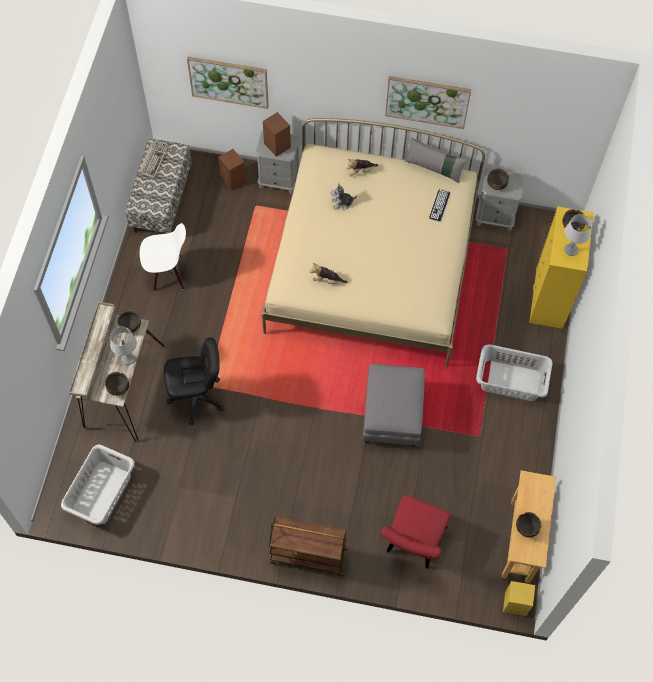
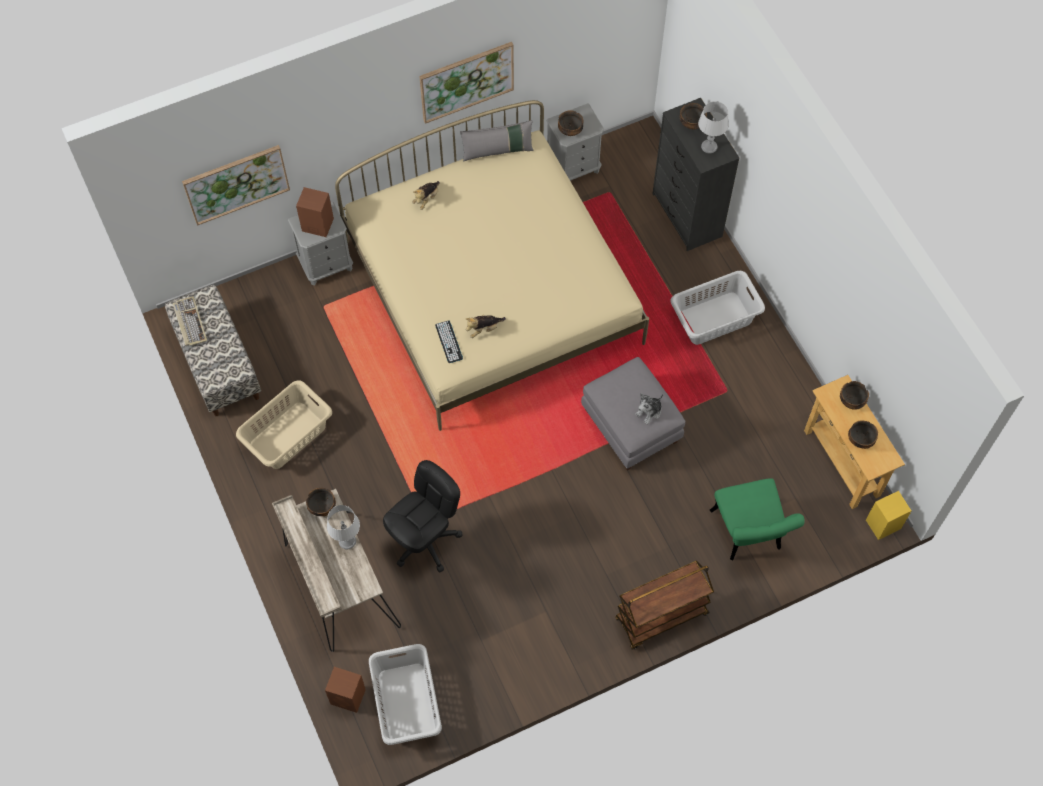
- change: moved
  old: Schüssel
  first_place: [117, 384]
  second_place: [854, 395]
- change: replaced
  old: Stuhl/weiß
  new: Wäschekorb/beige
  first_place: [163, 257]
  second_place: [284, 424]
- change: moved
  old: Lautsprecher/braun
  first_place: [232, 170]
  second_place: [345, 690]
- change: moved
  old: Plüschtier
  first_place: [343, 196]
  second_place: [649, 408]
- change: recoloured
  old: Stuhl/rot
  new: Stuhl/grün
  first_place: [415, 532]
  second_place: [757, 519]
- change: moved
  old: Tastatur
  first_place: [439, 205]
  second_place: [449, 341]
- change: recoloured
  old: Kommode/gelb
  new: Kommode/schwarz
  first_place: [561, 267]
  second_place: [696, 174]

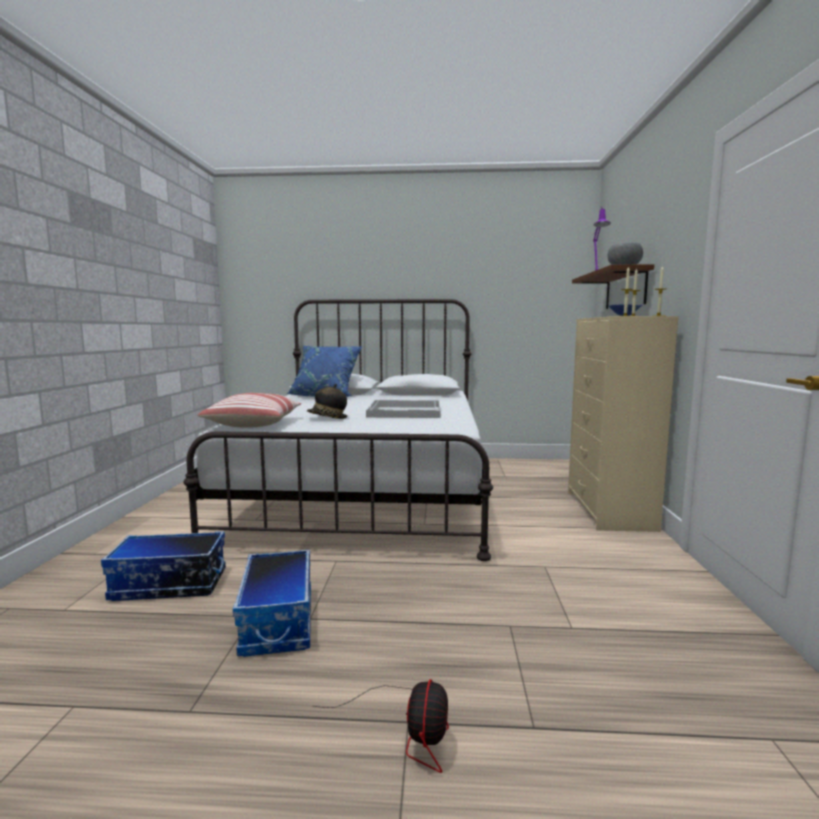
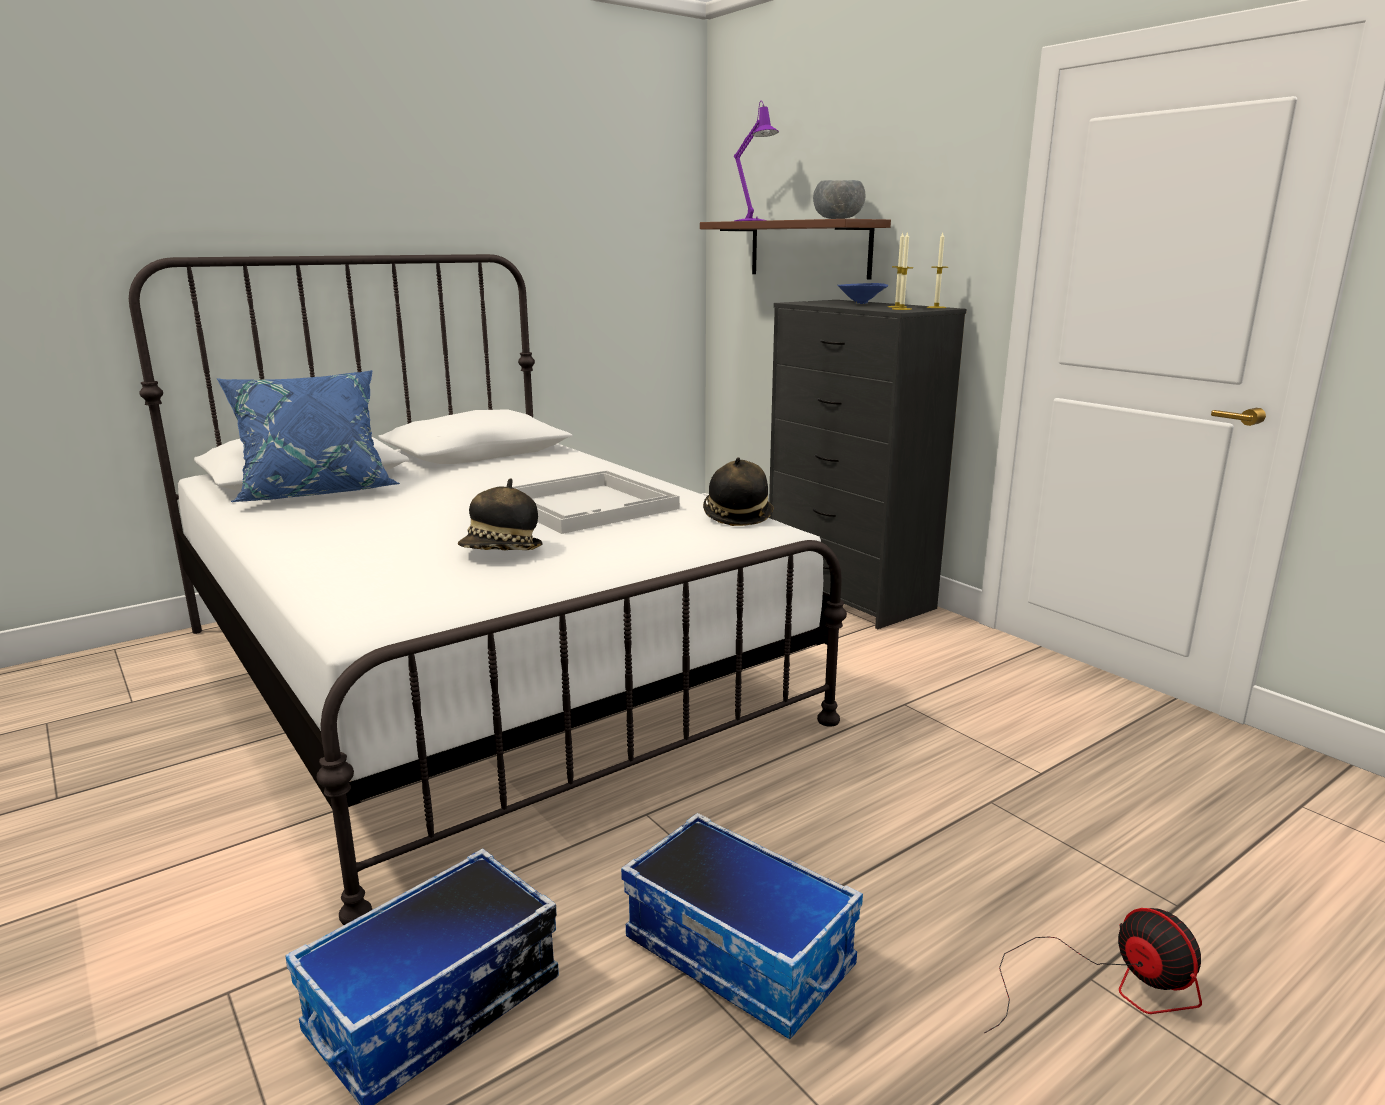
- change: removed
  old: Kissen
  first_place: [249, 410]
- change: recoloured
  old: Kommode/beige
  new: Kommode/schwarz
  first_place: [623, 424]
  second_place: [868, 464]
- change: added
  new: Hut
  second_place: [738, 491]

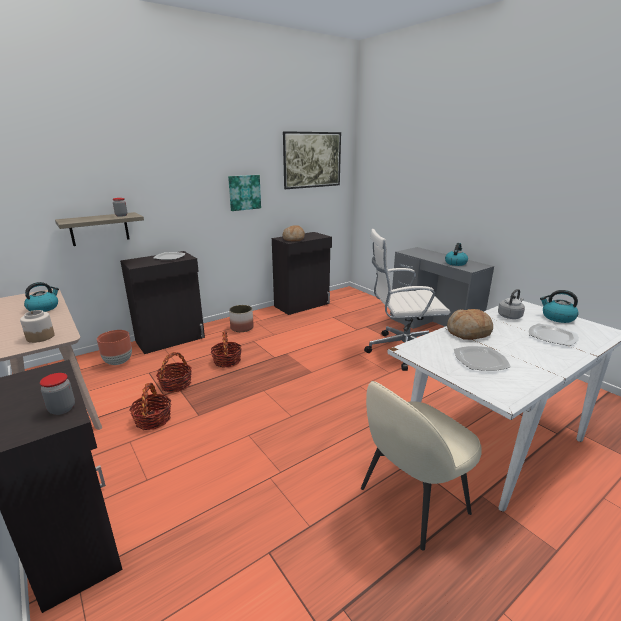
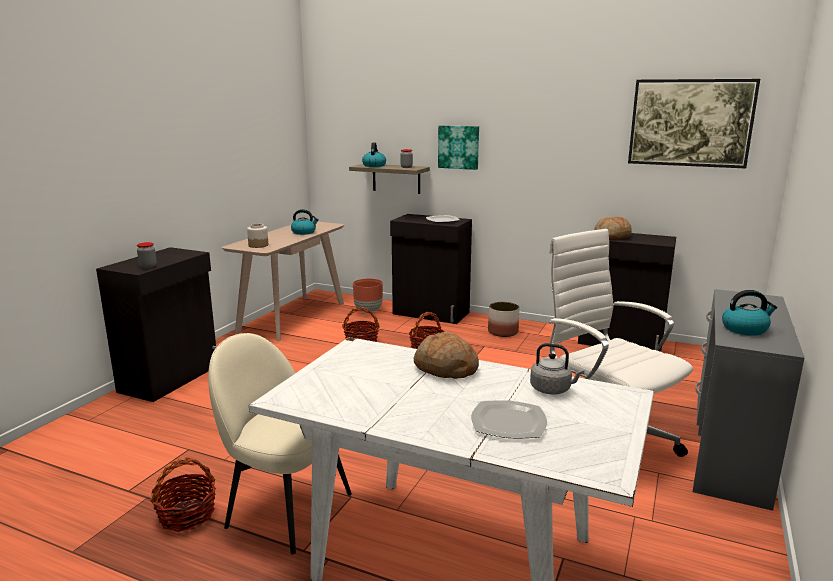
- change: moved
  old: Korb
  first_place: [150, 406]
  second_place: [183, 495]
- change: moved
  old: Bild
  first_place: [244, 193]
  second_place: [458, 147]
- change: removed
  old: Teller
  first_place: [482, 358]
- change: moved
  old: Wasserkessel
  first_place: [559, 306]
  second_place: [374, 154]

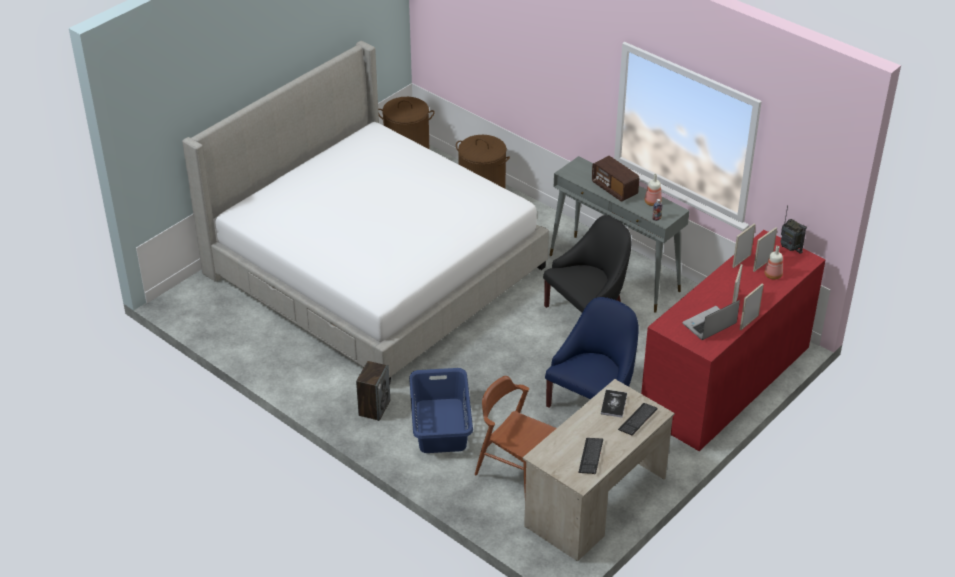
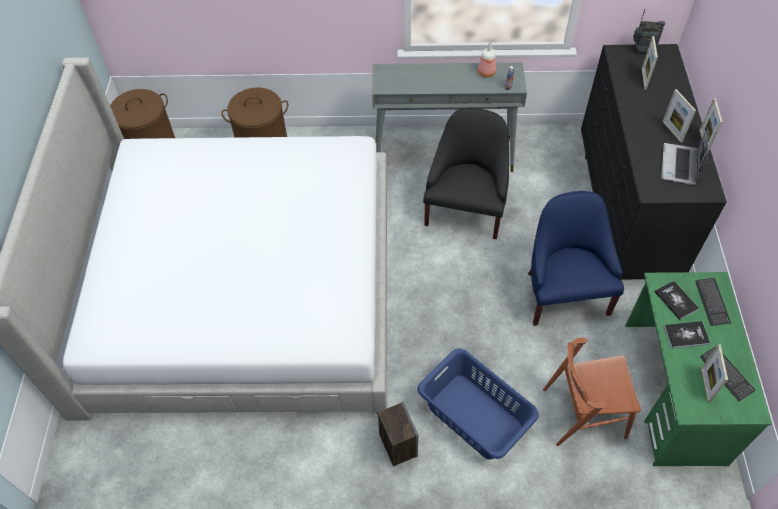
- change: recoloured
  old: Schreibtisch/beige
  new: Schreibtisch/grün
  first_place: [599, 470]
  second_place: [698, 369]
- change: removed
  old: Radio
  first_place: [616, 178]
- change: recoloured
  old: Kommode/rot
  new: Kommode/schwarz
  first_place: [733, 340]
  second_place: [654, 161]
- change: moved
  old: Bilderrahmen
  first_place: [744, 245]
  second_place: [714, 373]
- change: removed
  old: Flasche
  first_place: [774, 263]
- change: added
  new: Buch
  second_place: [687, 334]

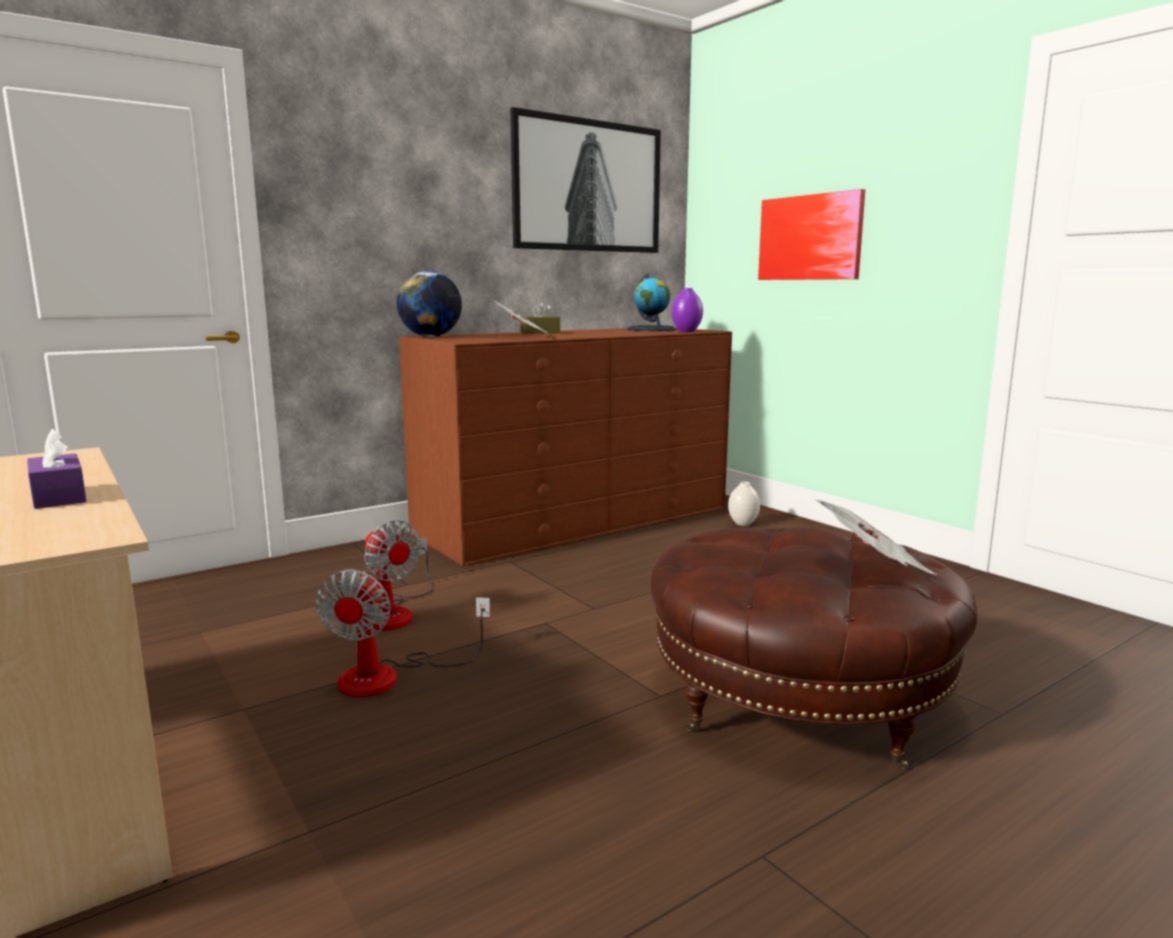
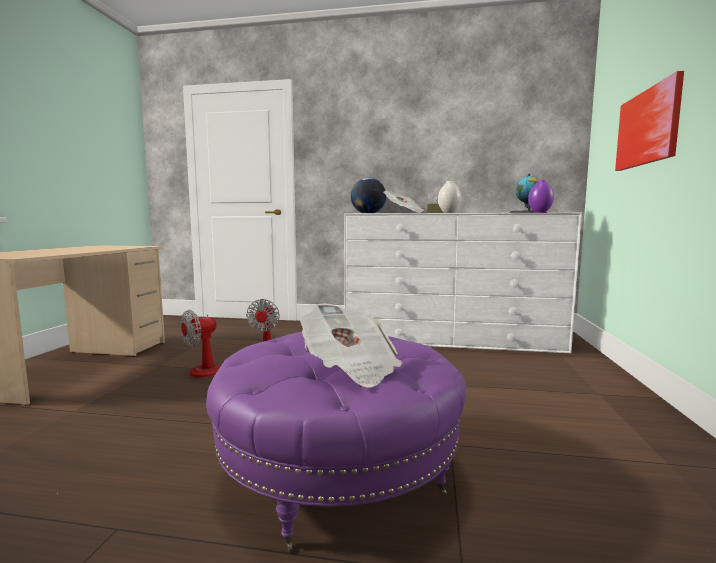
- change: removed
  old: Taschentuchbox/lila
  first_place: [57, 469]
- change: recoloured
  old: Kommode/braun
  new: Kommode/weiß
  first_place: [565, 447]
  second_place: [463, 283]
- change: removed
  old: Bild
  first_place: [585, 180]
- change: recoloured
  old: Polsterhocker/braun
  new: Polsterhocker/lila
  first_place: [814, 648]
  second_place: [336, 442]
- change: moved
  old: Vase/weiß
  first_place: [744, 504]
  second_place: [449, 197]

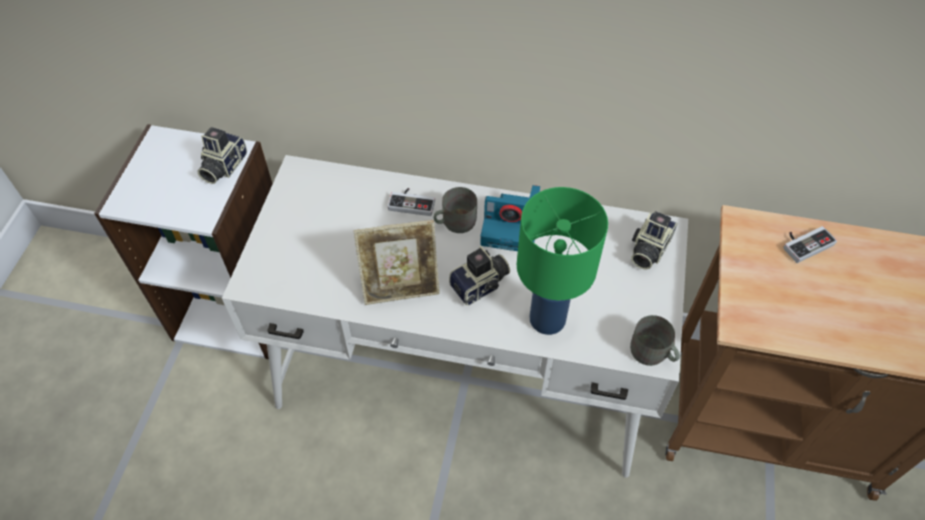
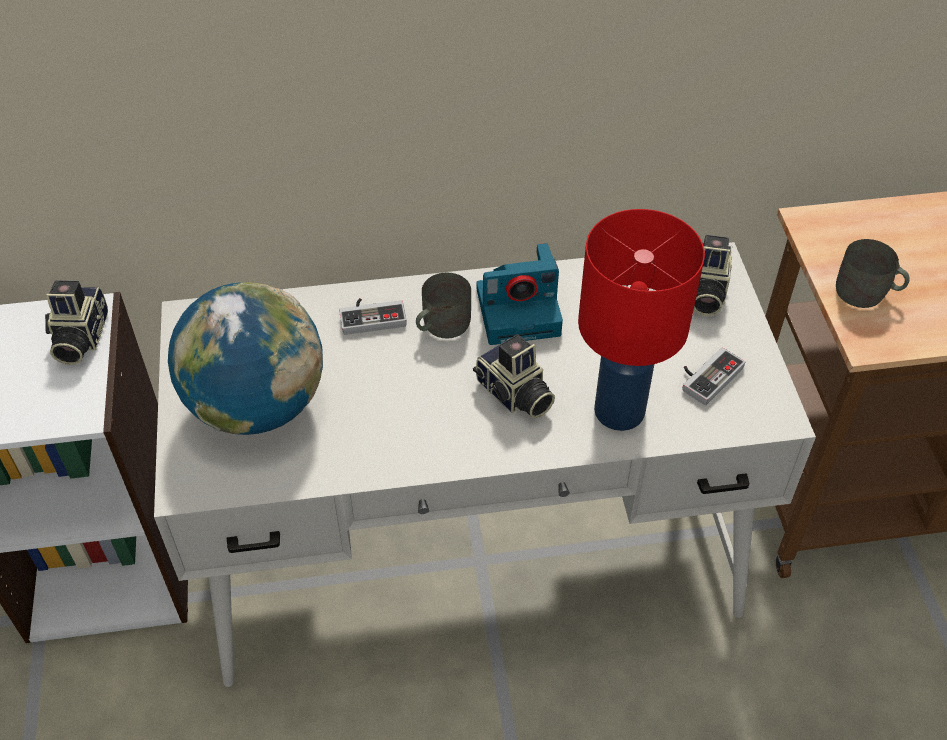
- change: removed
  old: Bilderrahmen
  first_place: [396, 262]
- change: turned
  old: Kamera
  first_place: [479, 276]
  second_place: [514, 376]
  degrees: 105
- change: recoloured
  old: Tischlampe/grün
  new: Tischlampe/rot
  first_place: [562, 261]
  second_place: [641, 320]
- change: moved
  old: Henkelbecher/grau
  first_place: [655, 340]
  second_place: [873, 273]
- change: moved
  old: Gamepad
  first_place: [810, 244]
  second_place: [713, 376]
- change: added
  new: Globus
  second_place: [245, 358]

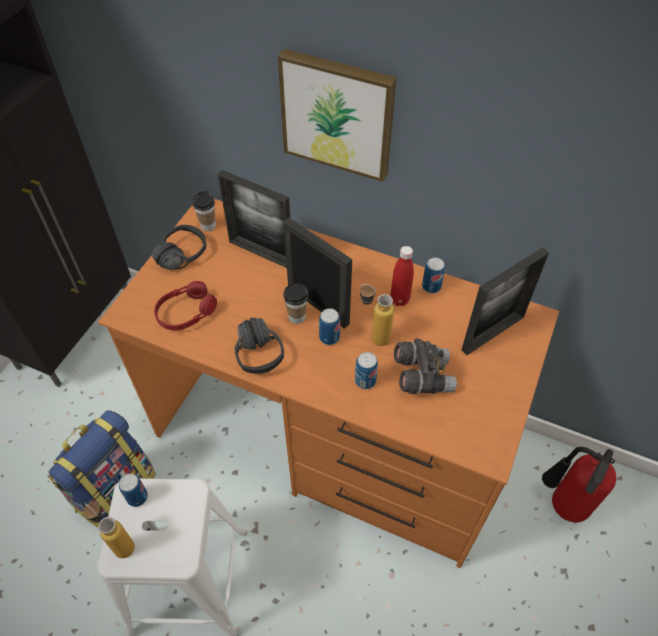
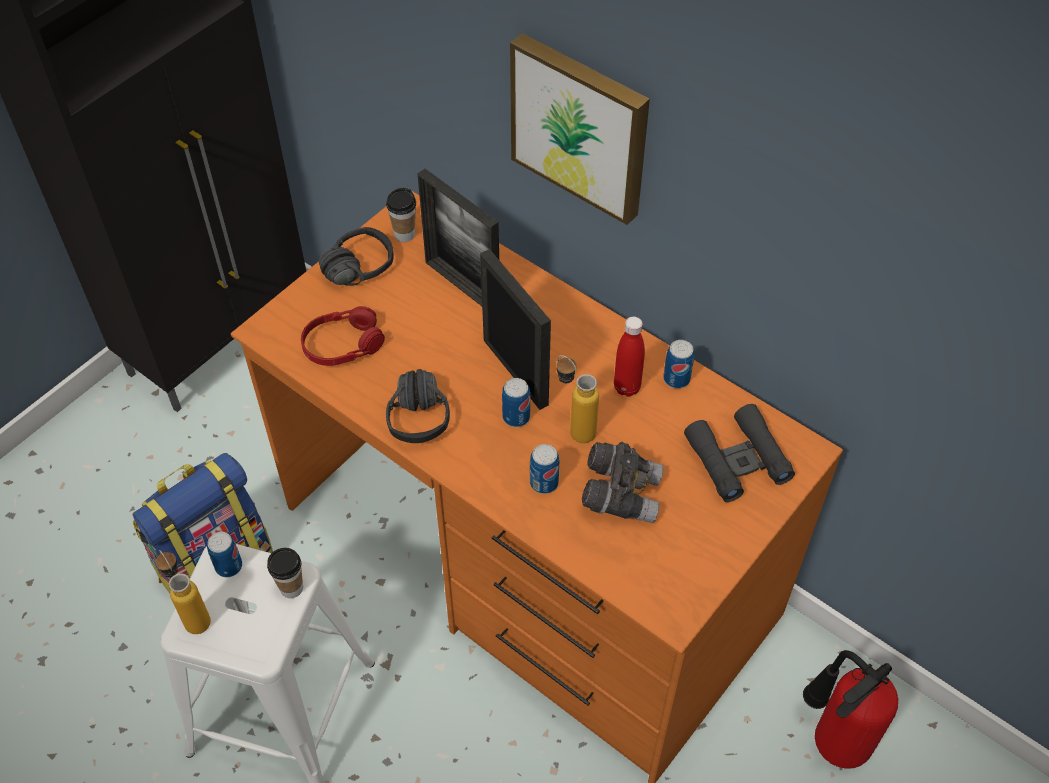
- change: moved
  old: Tasse
  first_place: [295, 303]
  second_place: [285, 573]
- change: replaced
  old: Bilderrahmen
  new: Fernglas/schwarz
  first_place: [505, 301]
  second_place: [739, 453]

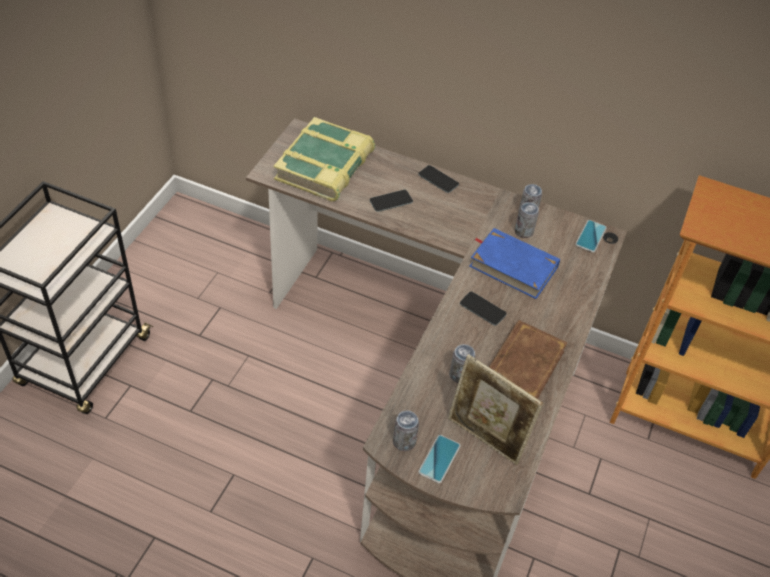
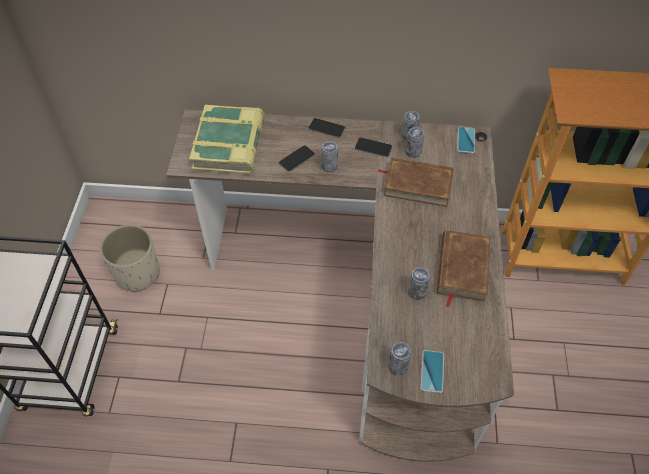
- change: removed
  old: Bilderrahmen
  first_place: [496, 409]
- change: moved
  old: Handy
  first_place: [483, 309]
  second_place: [373, 147]
- change: recoloured
  old: Buch/blau
  new: Buch/braun
  first_place: [514, 263]
  second_place: [416, 182]
- change: added
  new: Pflanzkübel/beige
  second_place: [130, 258]
- change: added
  new: Dose
  second_place: [329, 156]

